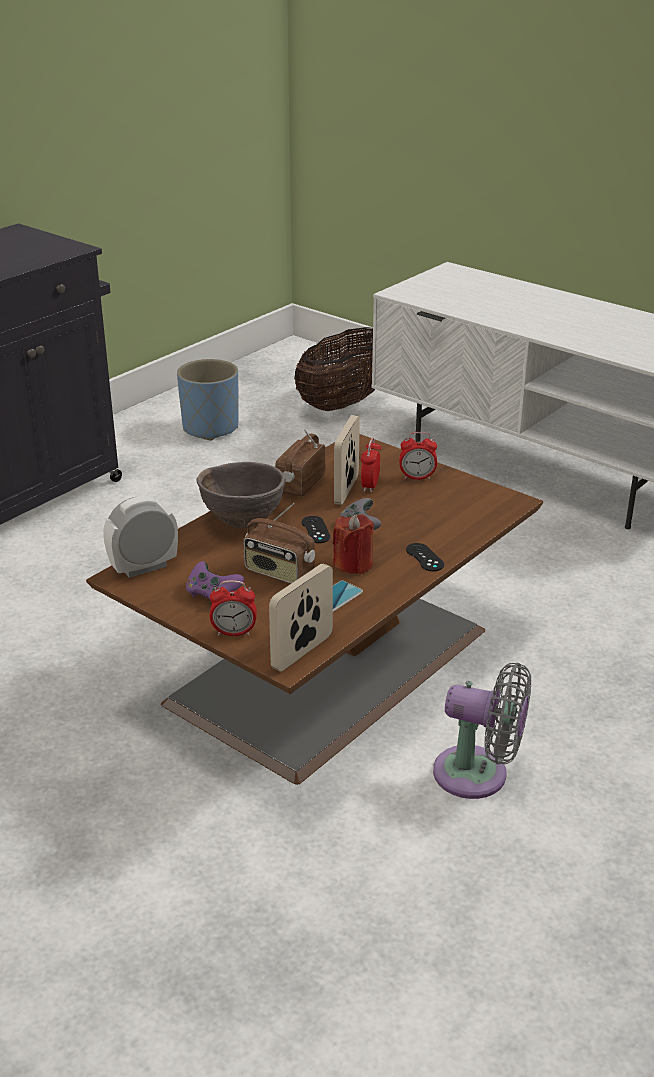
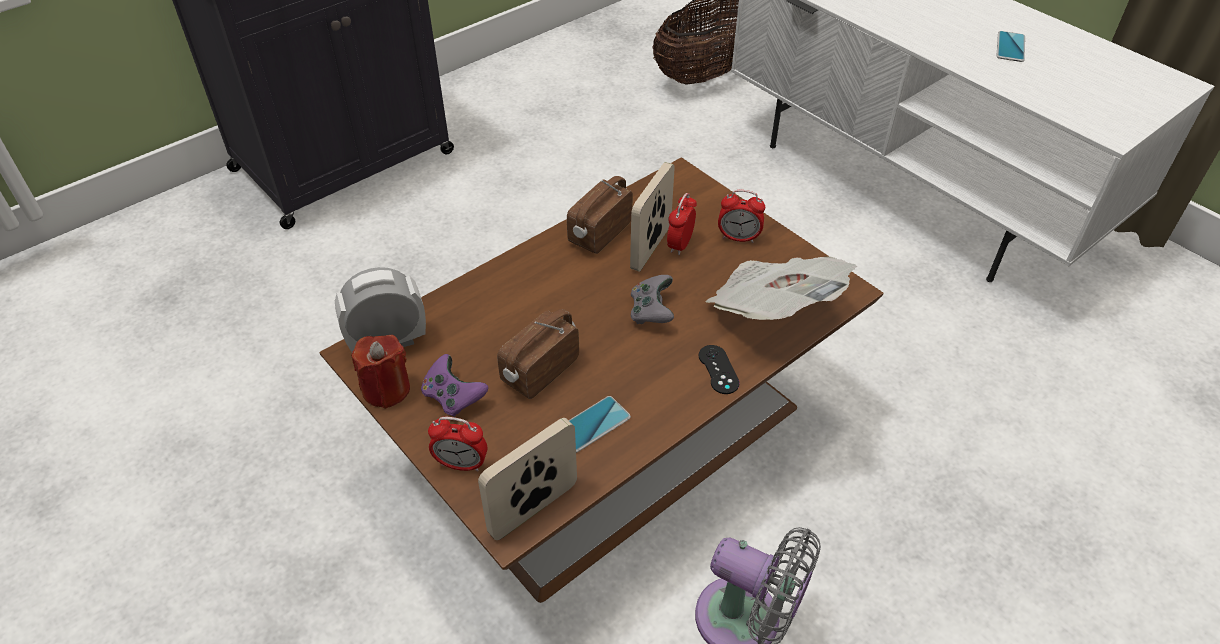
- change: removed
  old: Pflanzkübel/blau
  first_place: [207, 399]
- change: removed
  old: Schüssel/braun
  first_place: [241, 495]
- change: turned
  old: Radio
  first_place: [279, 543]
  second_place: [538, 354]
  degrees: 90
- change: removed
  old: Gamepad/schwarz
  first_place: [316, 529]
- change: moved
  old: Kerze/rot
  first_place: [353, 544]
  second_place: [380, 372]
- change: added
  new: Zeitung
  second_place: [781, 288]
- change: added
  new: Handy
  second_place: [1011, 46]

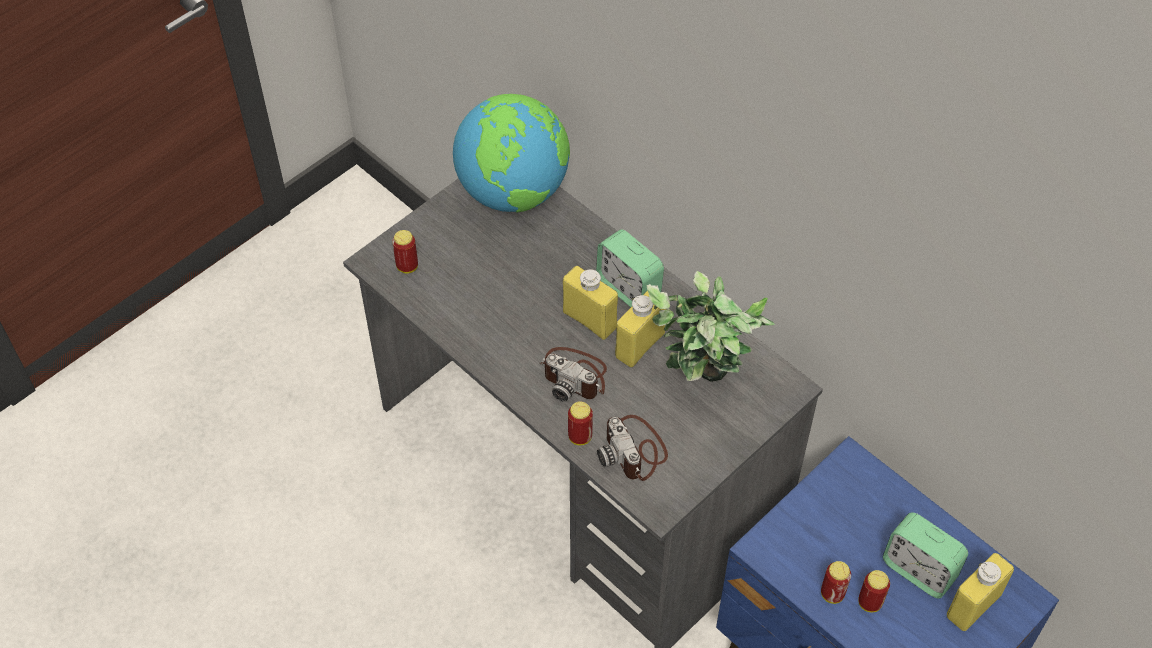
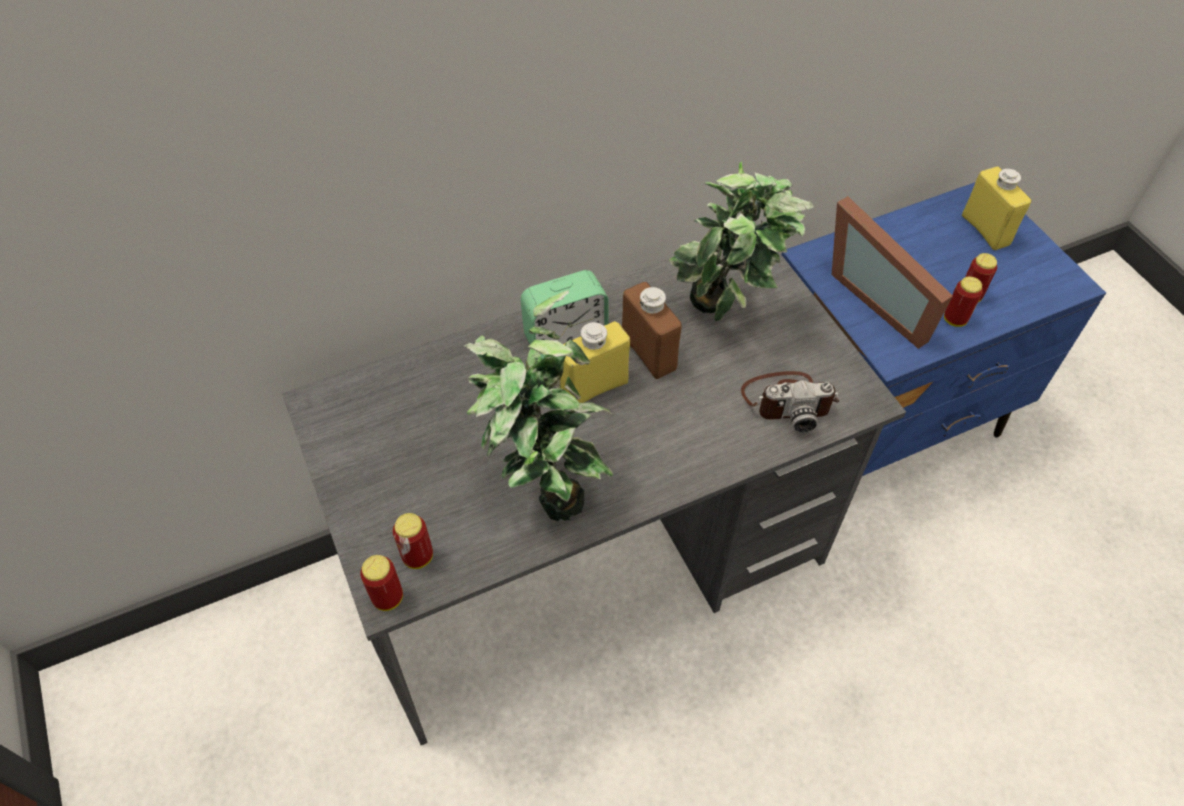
- change: removed
  old: Globus
  first_place: [511, 153]
- change: removed
  old: Kamera
  first_place: [573, 374]
- change: moved
  old: Dose
  first_place: [580, 423]
  second_place: [381, 583]
- change: recoloured
  old: Flasche/gelb
  new: Flasche/braun
  first_place: [640, 328]
  second_place: [652, 330]
- change: removed
  old: Wecker
  first_place: [925, 555]
- change: added
  new: Topfpflanze
  second_place: [538, 405]
- change: added
  new: Bilderrahmen
  second_place: [892, 272]

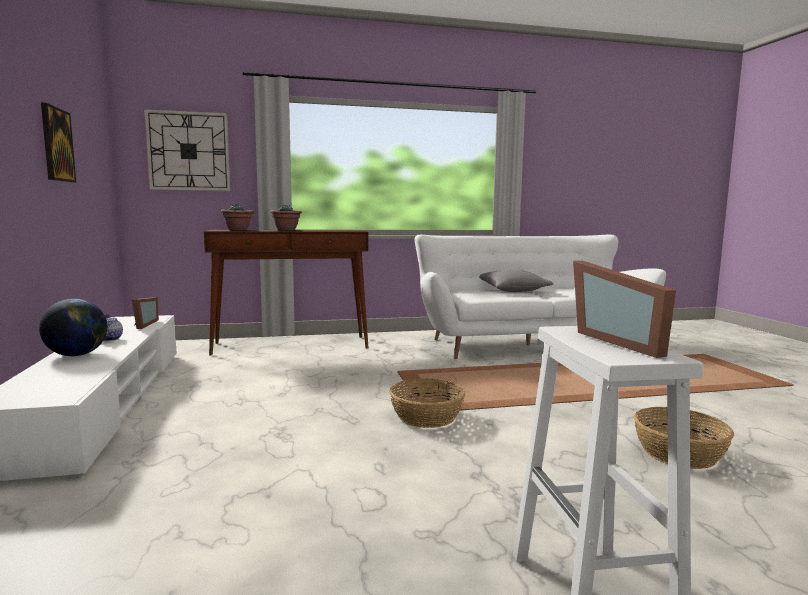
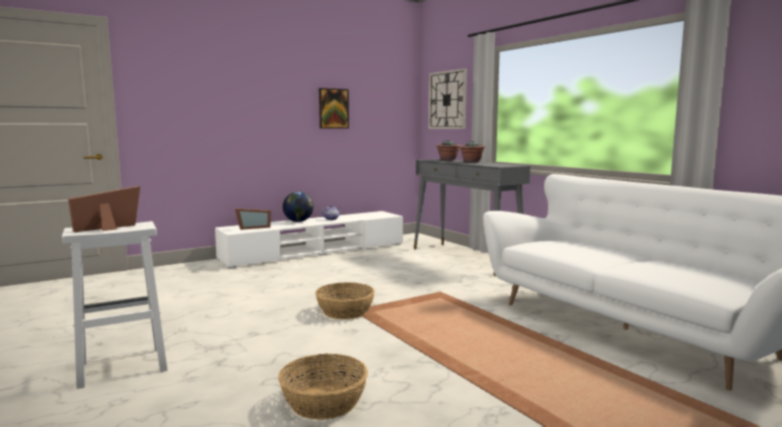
- change: moved
  old: Bilderrahmen
  first_place: [145, 313]
  second_place: [253, 219]
- change: recoloured
  old: Konsolentisch/braun
  new: Konsolentisch/grau
  first_place: [286, 292]
  second_place: [472, 217]
- change: removed
  old: Kissen/grau
  first_place: [516, 281]

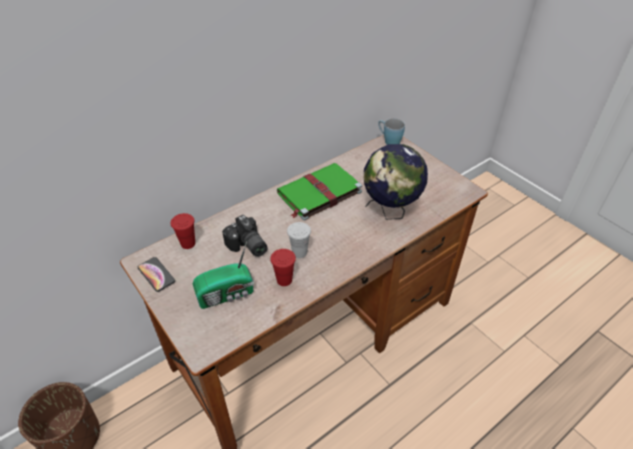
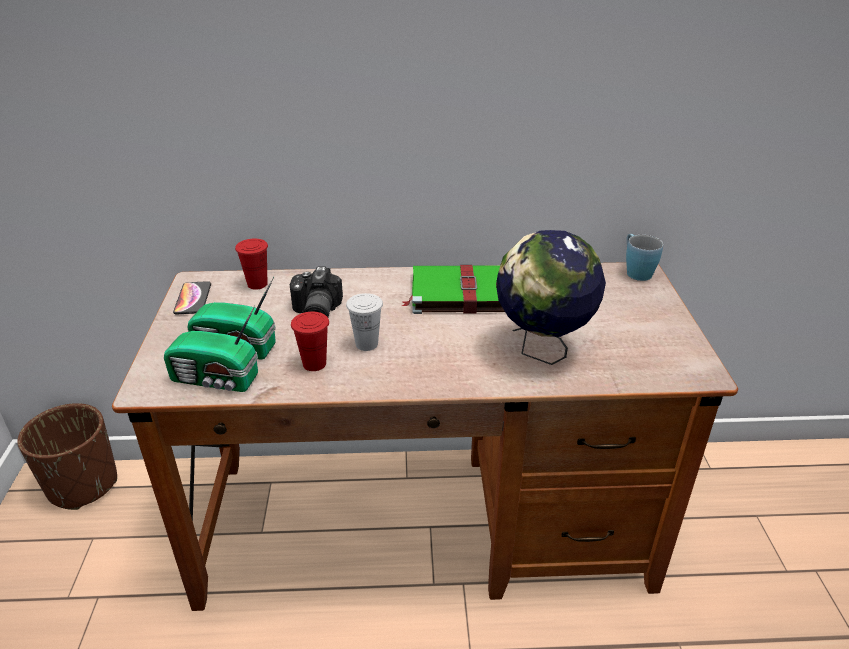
- change: added
  new: Radio
  second_place: [211, 348]

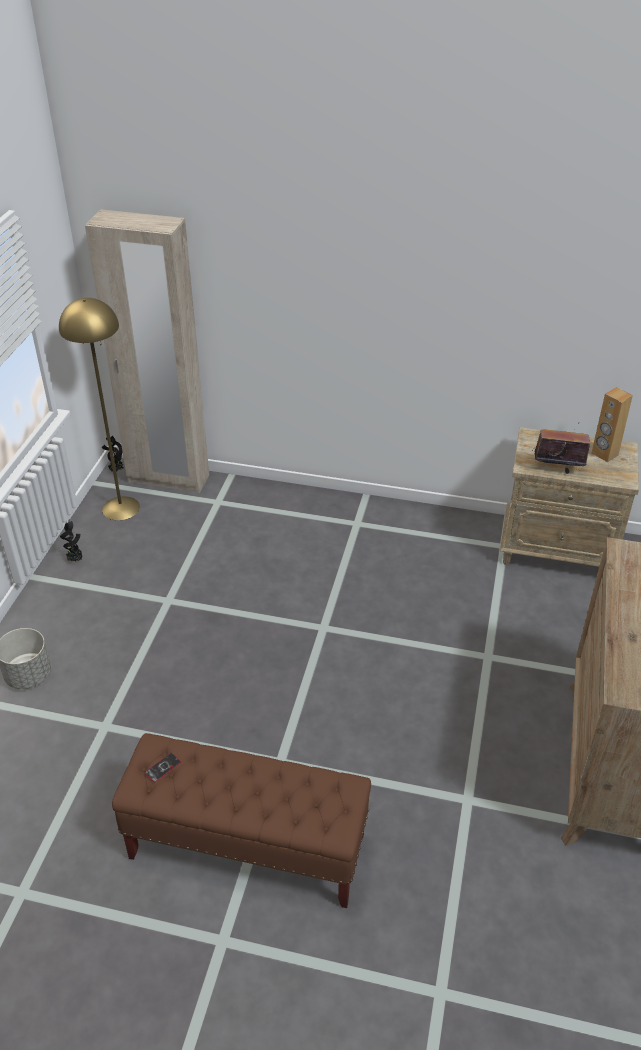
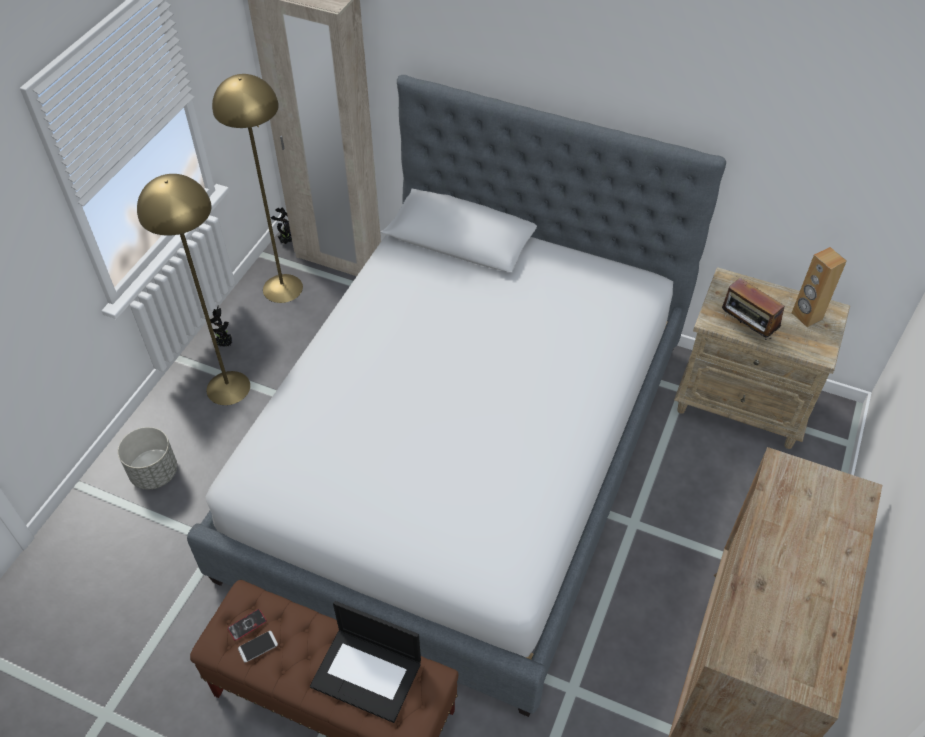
- change: turned
  old: Radio
  first_place: [561, 451]
  second_place: [753, 309]
  degrees: -150
- change: added
  new: Stehlampe/gelb
  second_place: [193, 289]
- change: added
  new: Bett
  second_place: [456, 396]
- change: added
  new: Handy
  second_place: [258, 647]
- change: added
  new: Laptop
  second_place: [365, 662]

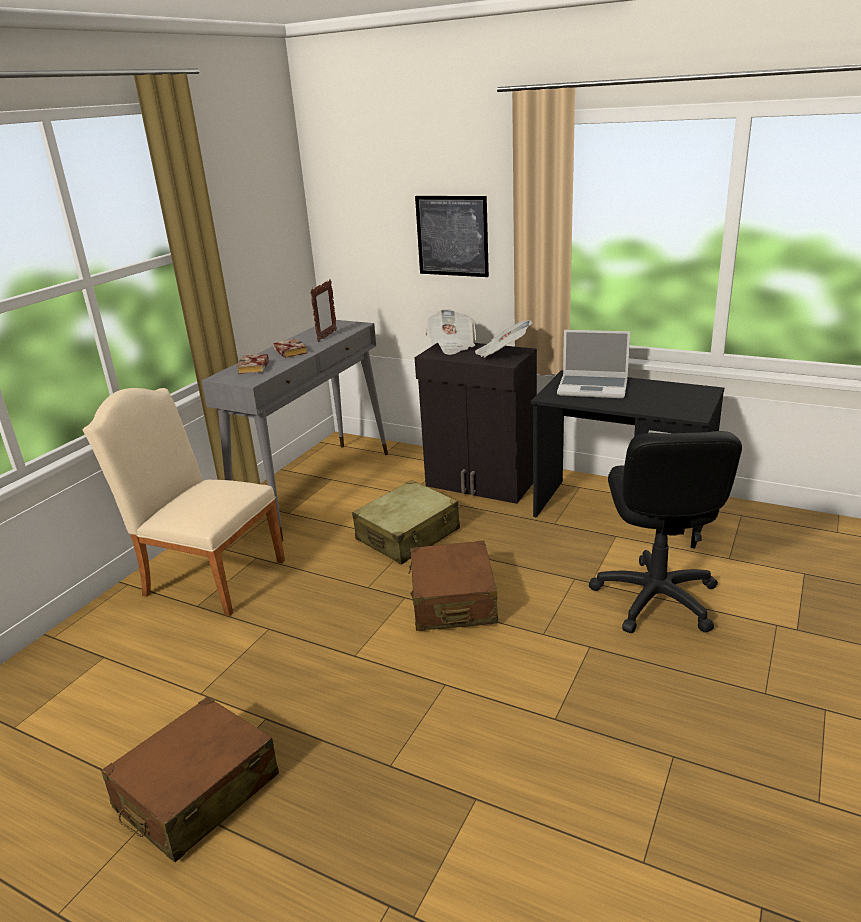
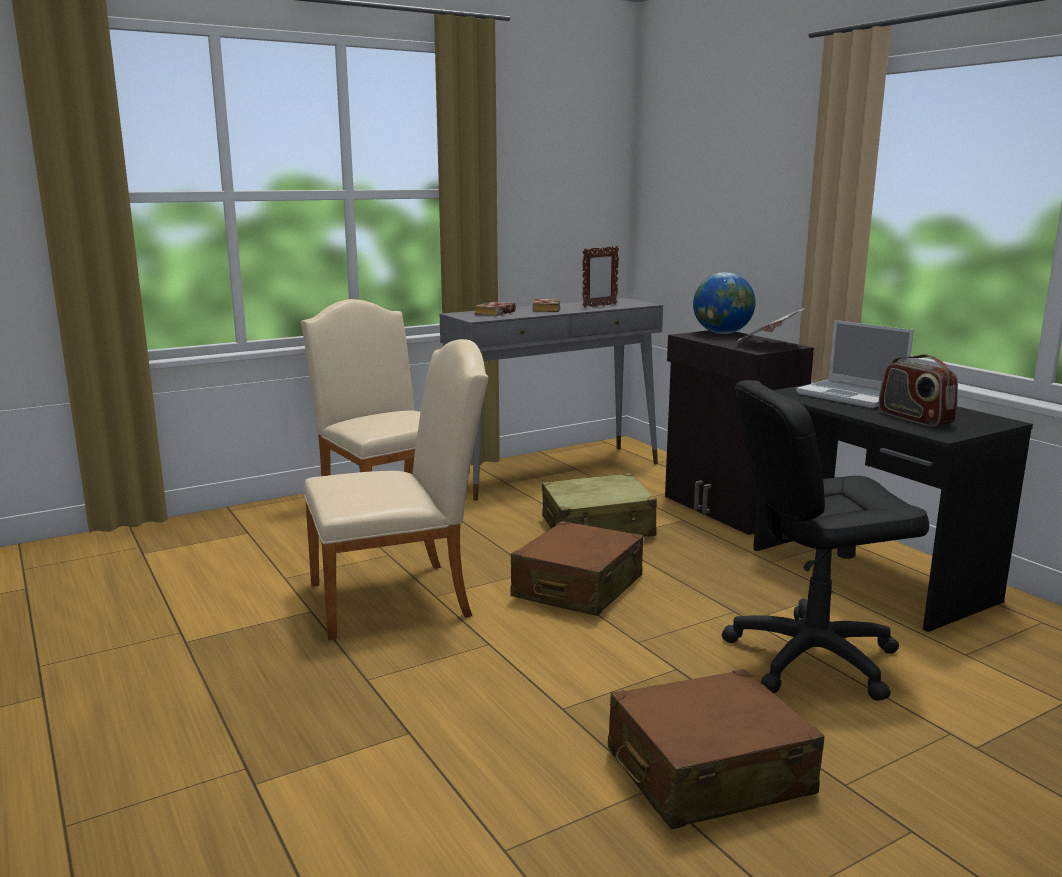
- change: moved
  old: Koffer/braun
  first_place: [190, 779]
  second_place: [716, 749]
- change: removed
  old: Bild
  first_place: [452, 236]
- change: replaced
  old: Zeitung
  new: Globus
  first_place: [450, 332]
  second_place: [724, 303]
- change: turned
  old: Bürostuhl/schwarz
  first_place: [665, 532]
  second_place: [825, 540]
  degrees: 45
- change: added
  new: Stuhl/beige
  second_place: [396, 489]
- change: added
  new: Radio
  second_place: [918, 390]

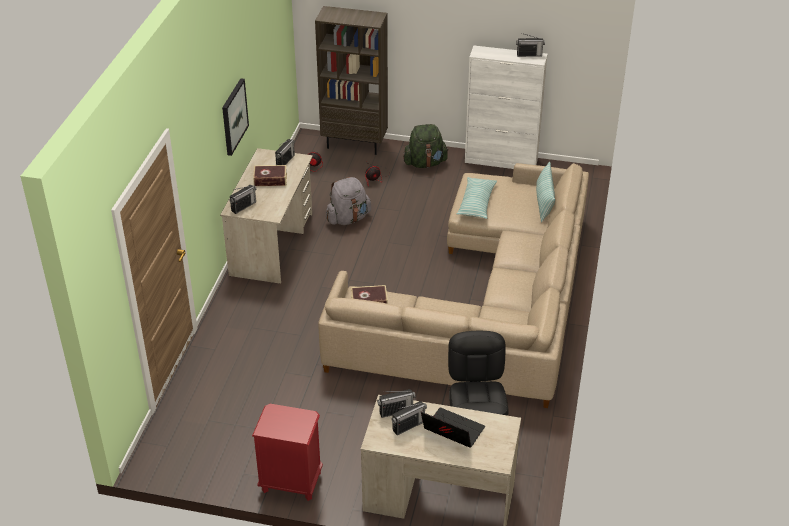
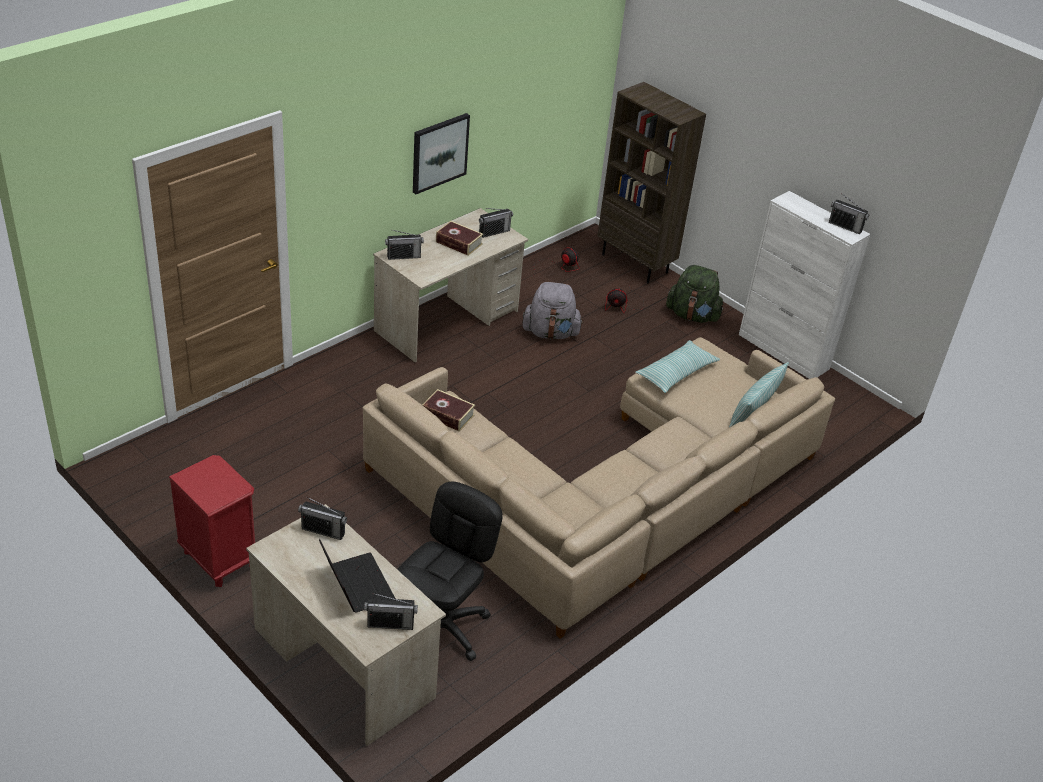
- change: moved
  old: Radio
  first_place: [409, 418]
  second_place: [391, 611]

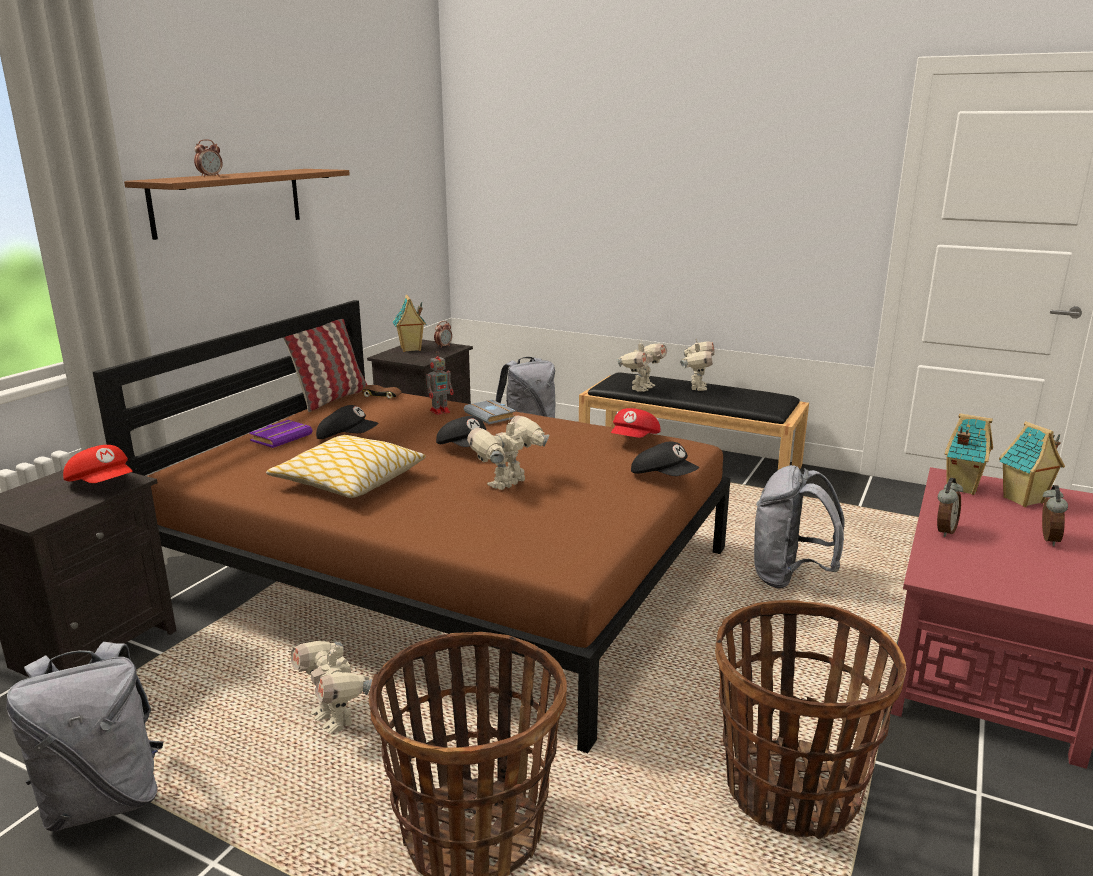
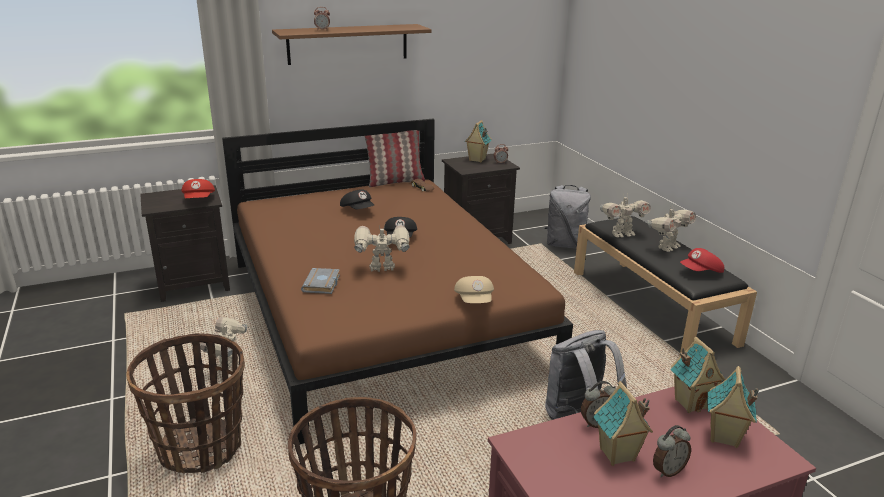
- change: removed
  old: Rucksack/grau
  first_place: [84, 737]
- change: removed
  old: Buch/lila
  first_place: [280, 434]
- change: removed
  old: Kissen
  first_place: [346, 466]
- change: removed
  old: Spielzeugroboter
  first_place: [439, 383]
- change: moved
  old: Buch/grau
  first_place: [490, 412]
  second_place: [320, 281]
- change: moved
  old: Kappe/rot
  first_place: [636, 423]
  second_place: [702, 260]
- change: recoloured
  old: Kappe/schwarz
  new: Kappe/beige
  first_place: [665, 459]
  second_place: [474, 289]
- change: added
  new: Spielzeughaus
  second_place: [623, 423]

